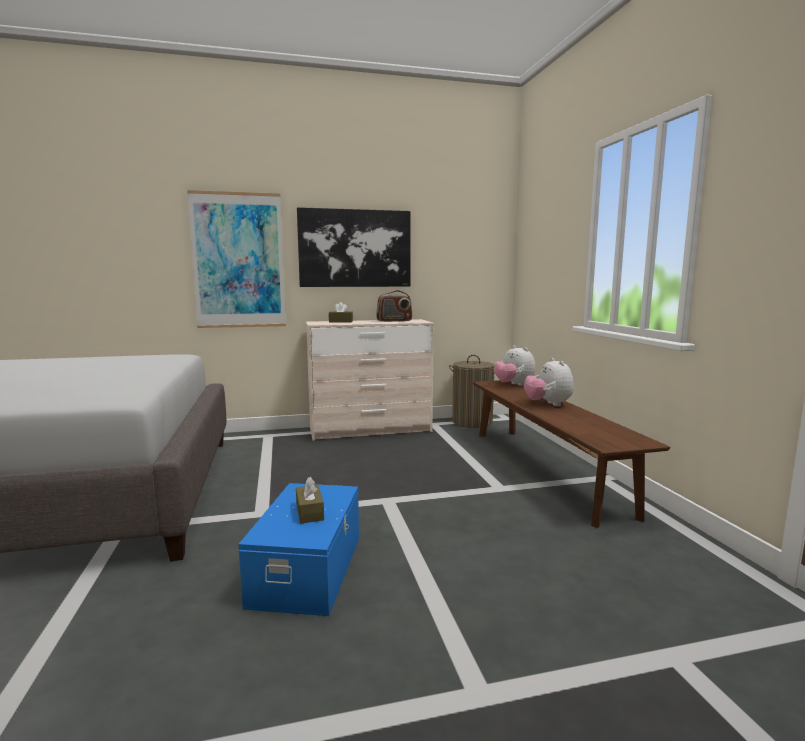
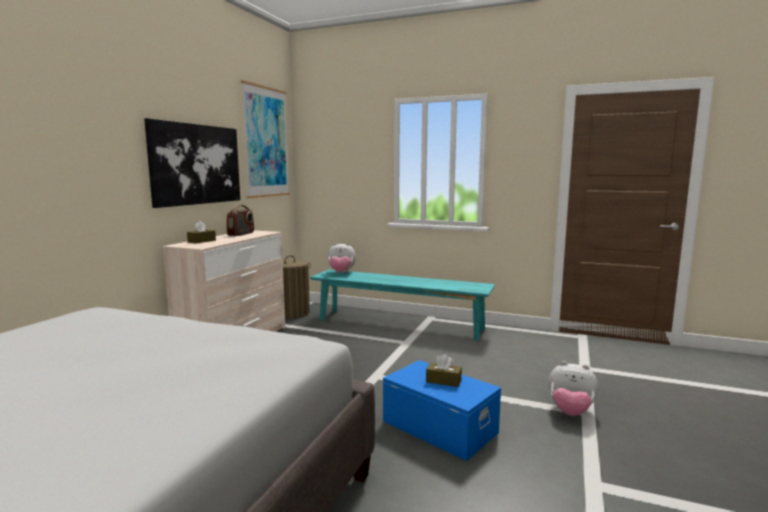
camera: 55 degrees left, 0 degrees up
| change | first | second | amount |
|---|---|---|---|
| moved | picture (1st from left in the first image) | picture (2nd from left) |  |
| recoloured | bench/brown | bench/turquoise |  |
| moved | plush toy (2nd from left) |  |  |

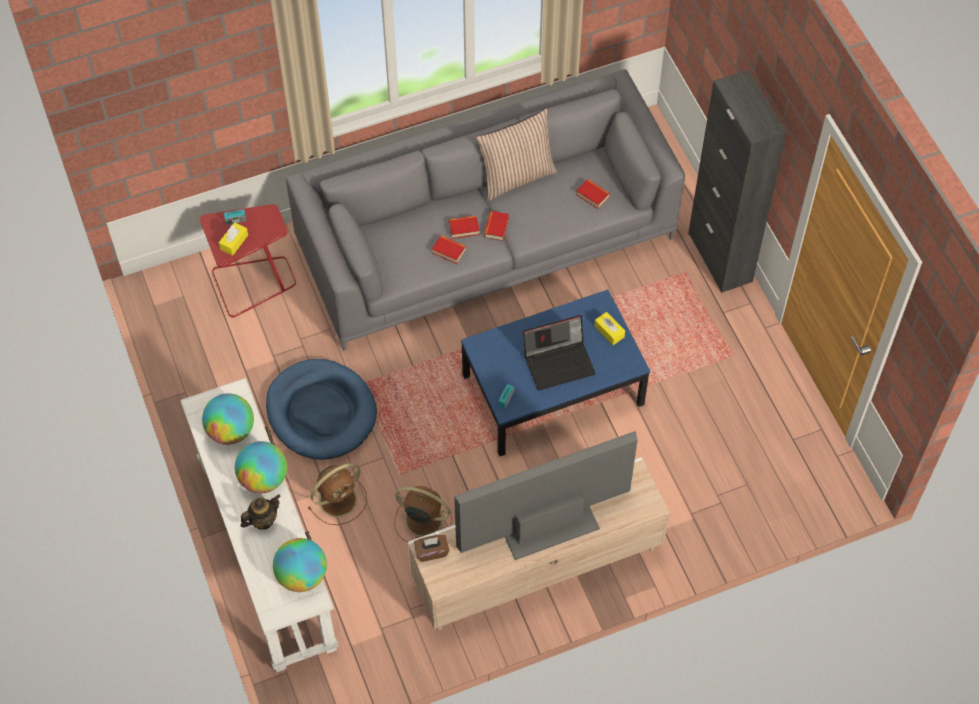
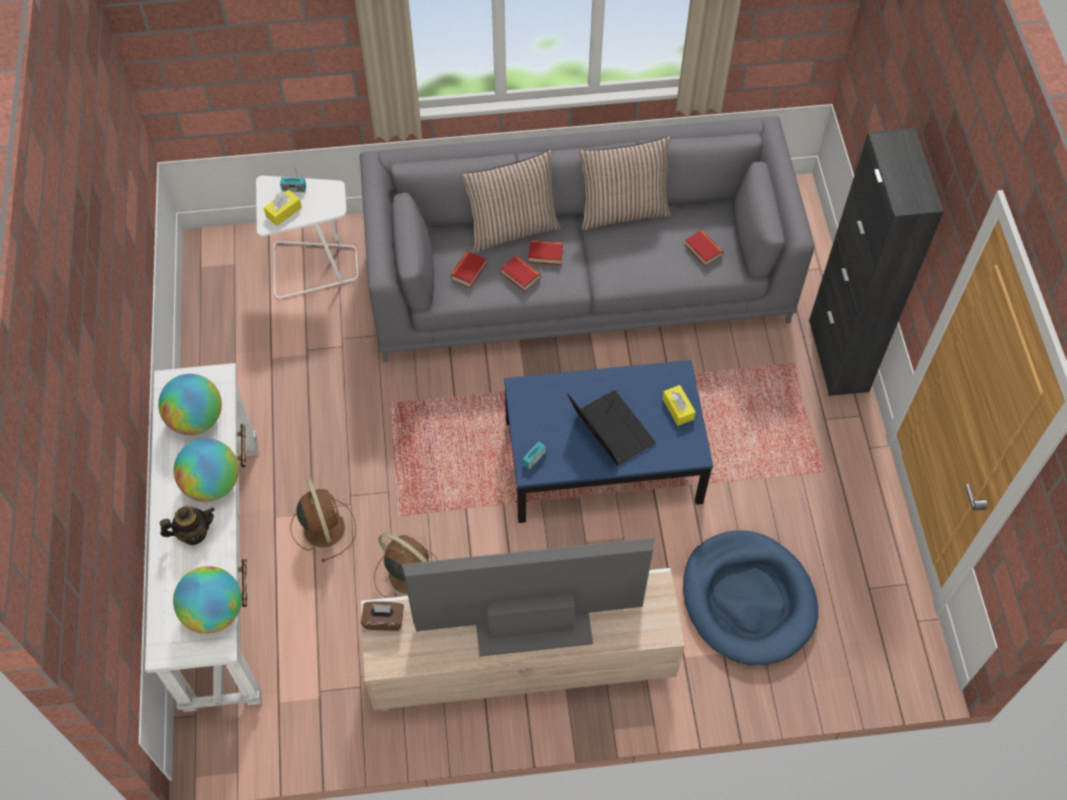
camera: 15 degrees right, 0 degrees up
| change | first | second | amount |
|---|---|---|---|
| recoloured | side table/red | side table/white |  |
| moved | dog bed/blue |  |  |
| turned | fan/brown (1st from left) |  | 90 degrees counterclockwise |
| moved | book (3rd from left in the first image) | book (1st from left) |  |
| turned | laptop |  | 120 degrees counterclockwise |
| added |  | pillow (1st from left) |  |

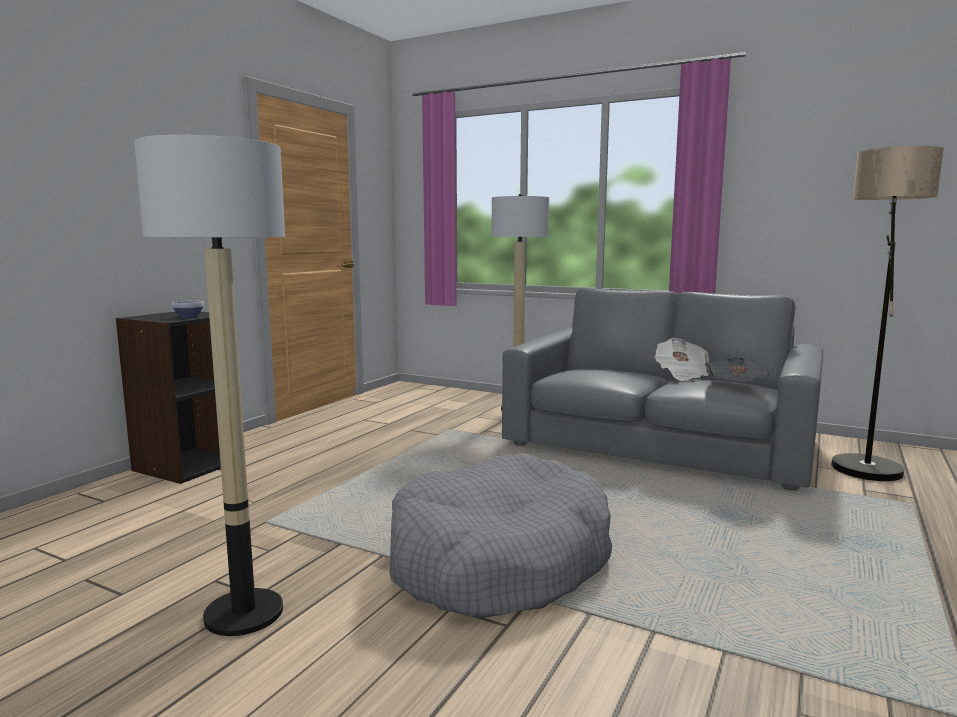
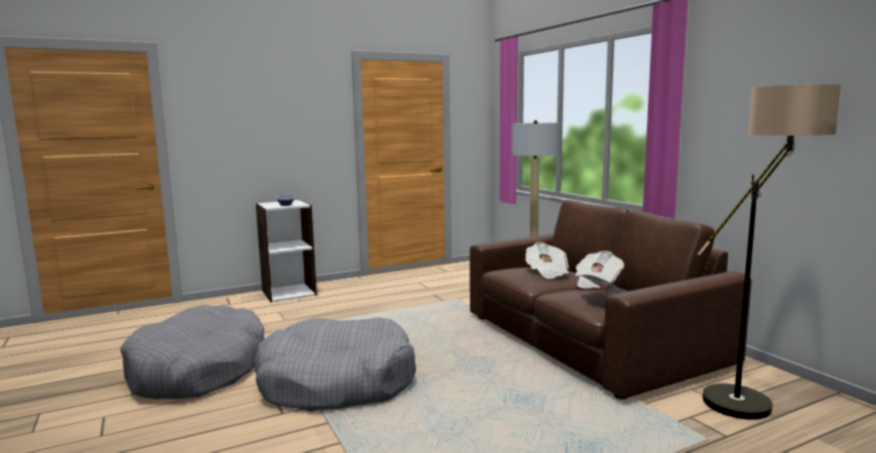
camera: 35 degrees right, 0 degrees up
| change | first | second | amount |
|---|---|---|---|
| recoloured | bookcase/black | bookcase/white |  |
| replaced | floor lamp (1st from left) | dog bed/grey (1st from left) |  |
| recoloured | sofa/grey | sofa/brown |  |
| added |  | newspaper (1st from left) |  |

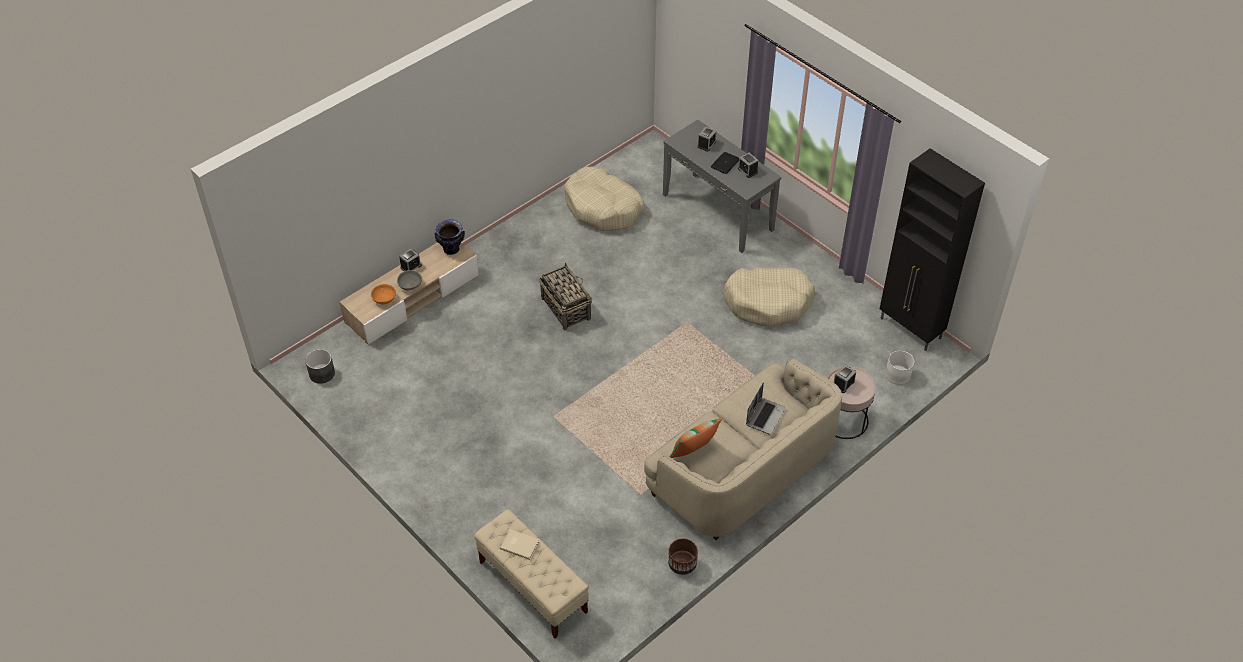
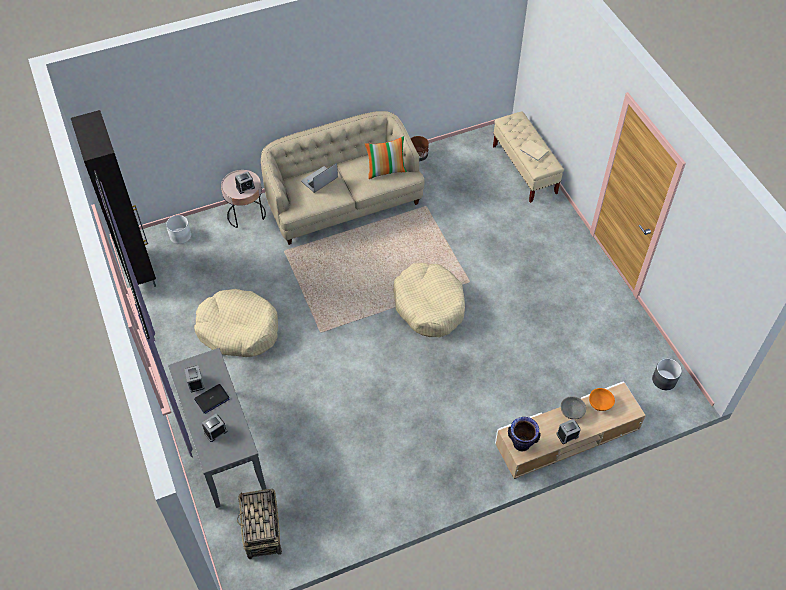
camera: 160 degrees left, 5 degrees up
| change | first | second | amount |
|---|---|---|---|
| moved | basket |  |  |
| moved | dog bed/beige (1st from left in the first image) | dog bed/beige (2nd from left) |  |

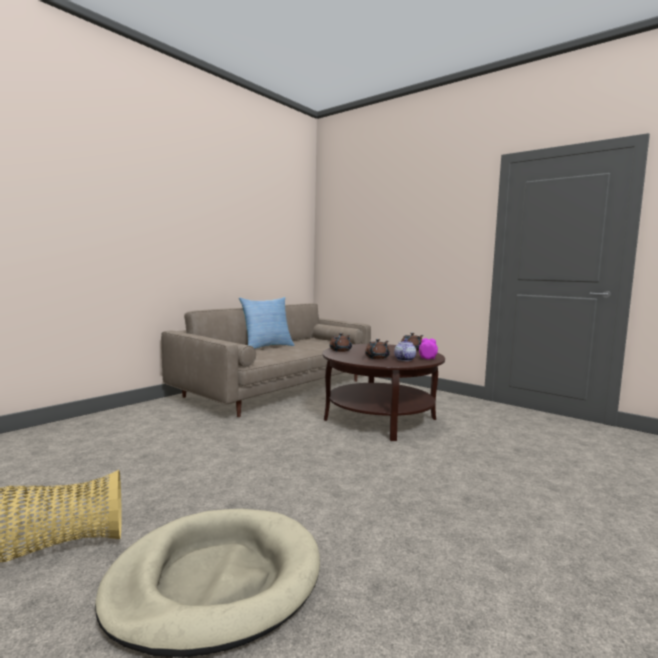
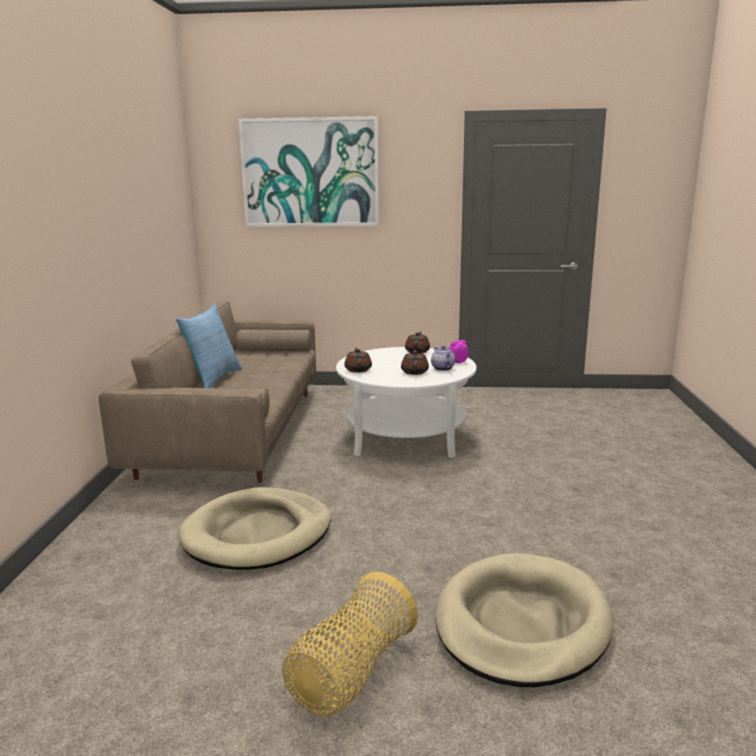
camera: 35 degrees left, 10 degrees up
| change | first | second | amount |
|---|---|---|---|
| recoloured | coffee table/brown | coffee table/white |  |
| added |  | dog bed/beige (1st from left) |  |
| added |  | picture |  |

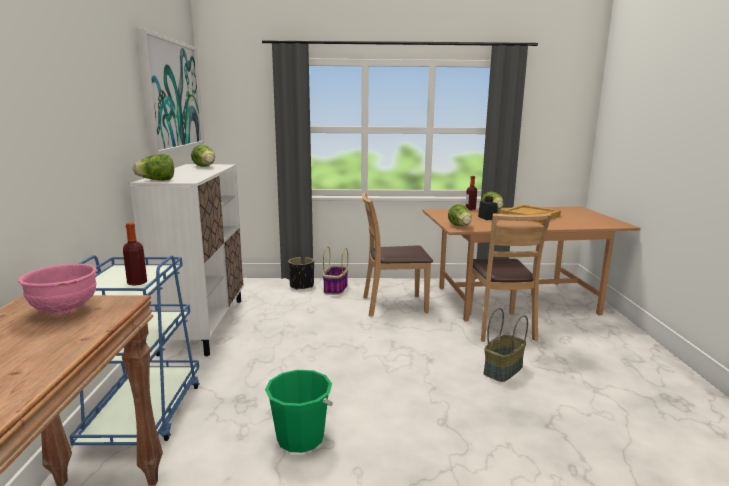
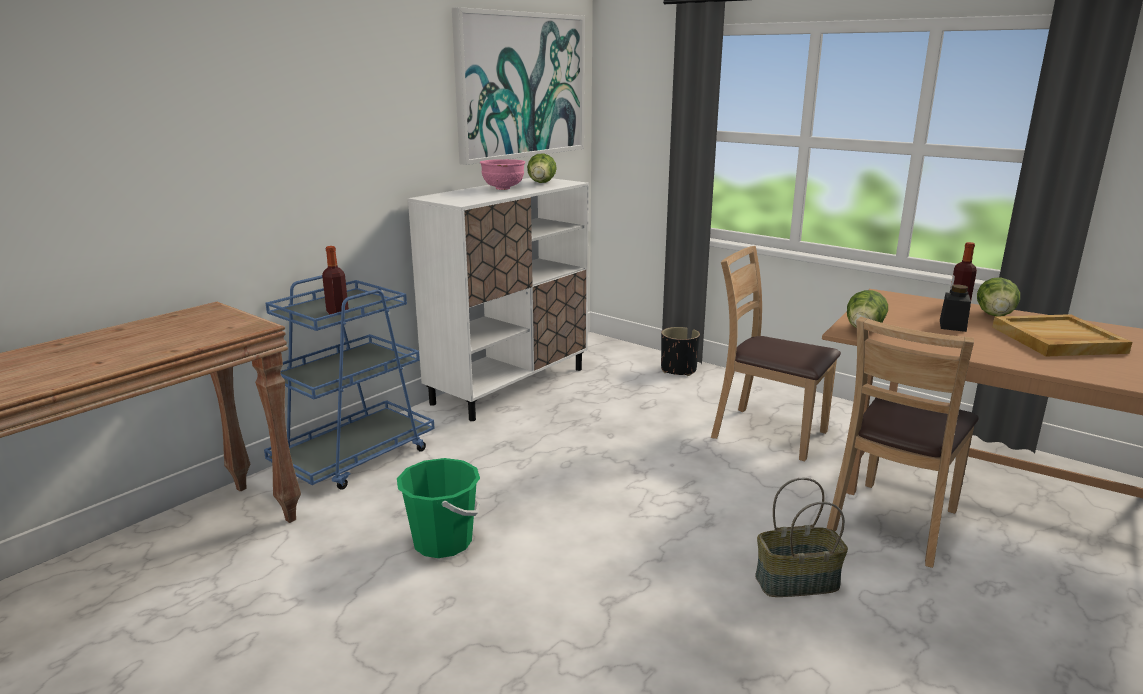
camera: 40 degrees right, 5 degrees up
| change | first | second | amount |
|---|---|---|---|
| moved | bowl/pink |  |  |
| removed | lettuce (1st from left) |  |  |
| removed | basket (1st from left) |  |  |

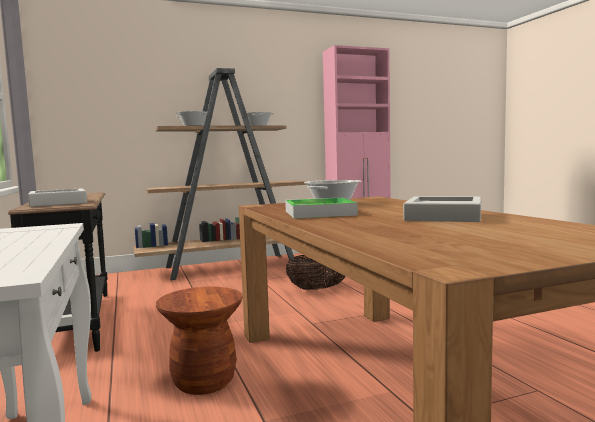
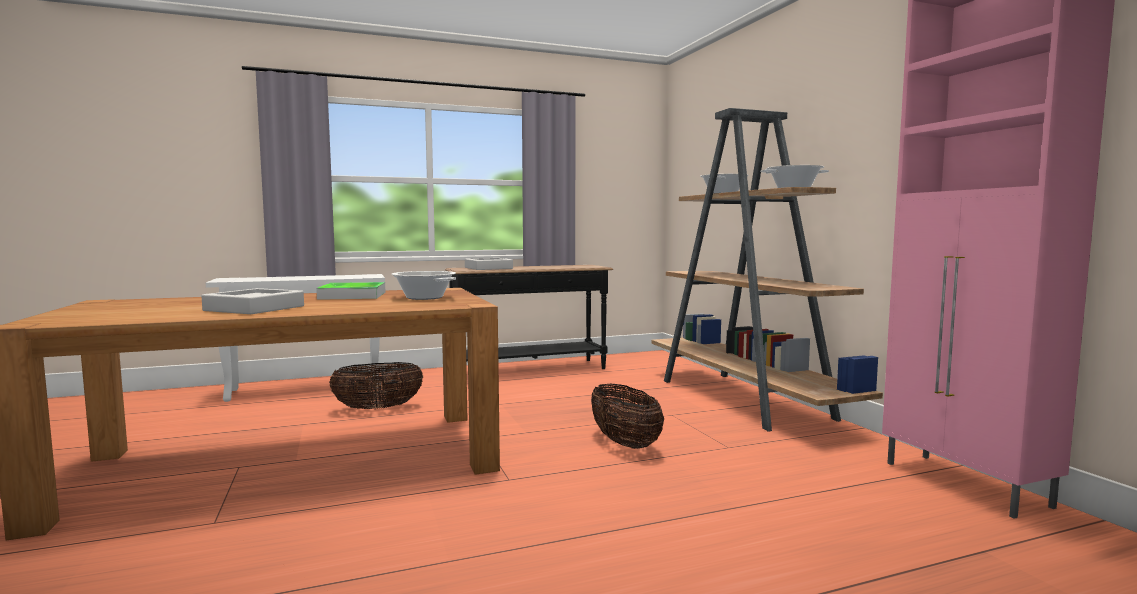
camera: 90 degrees right, 0 degrees up
| change | first | second | amount |
|---|---|---|---|
| replaced | stool/brown | basket (1st from left) |  |

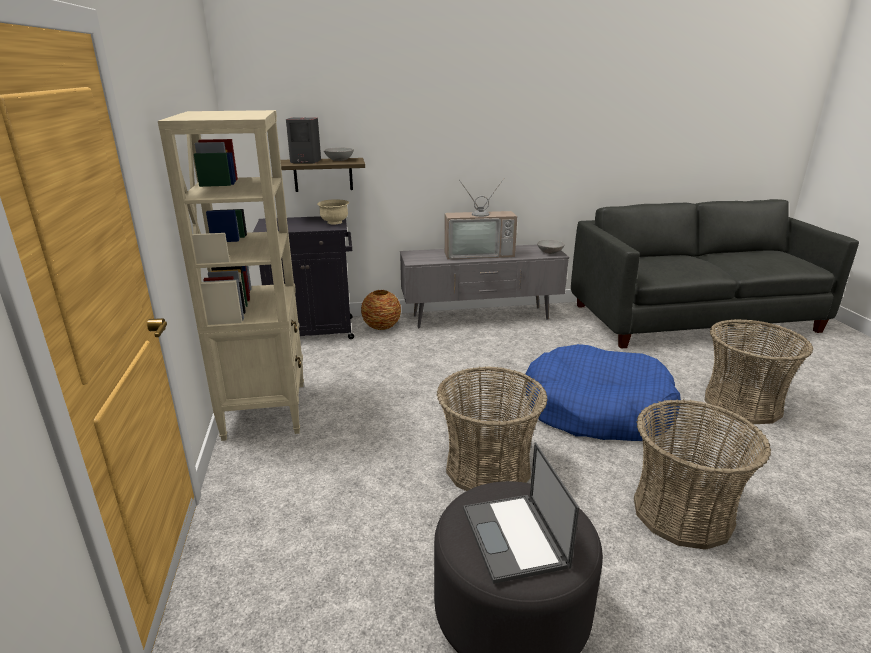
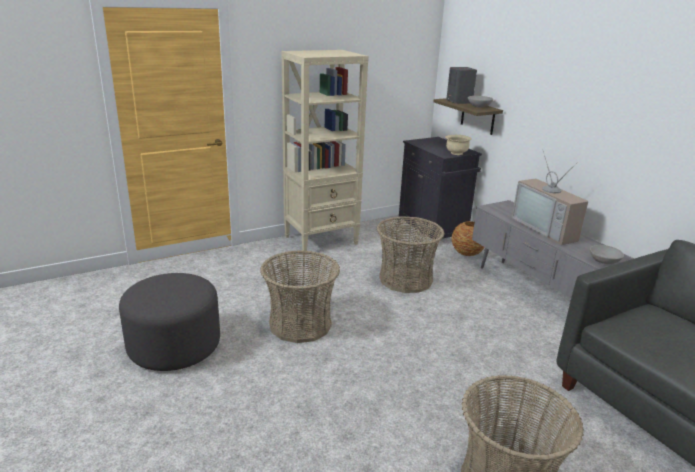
camera: 70 degrees right, 0 degrees up
| change | first | second | amount |
|---|---|---|---|
| removed | laptop |  |  |
| removed | dog bed/blue |  |  |
| moved | basket (2nd from left) |  |  |

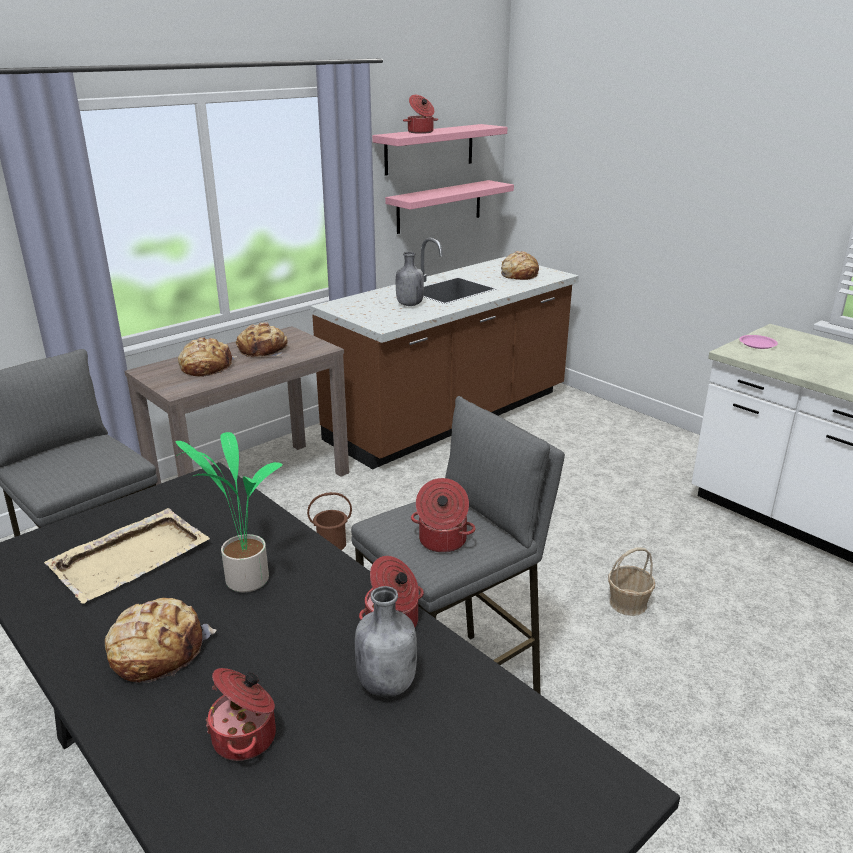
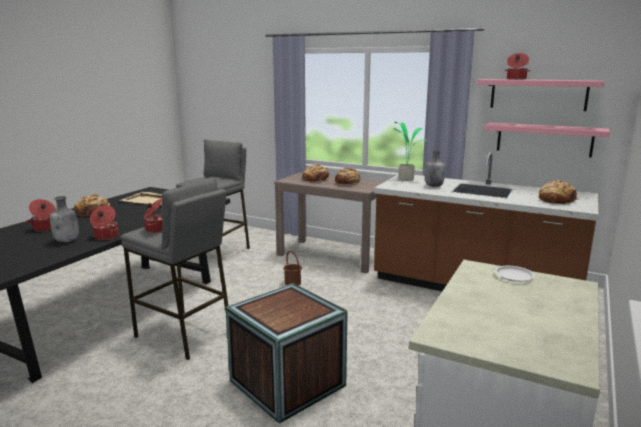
camera: 70 degrees right, 10 degrees down
| change | first | second | amount |
|---|---|---|---|
| moved | potted plant |  |  |
| replaced | basket | crate |  |
| recoloured | plate/pink | plate/white |  |

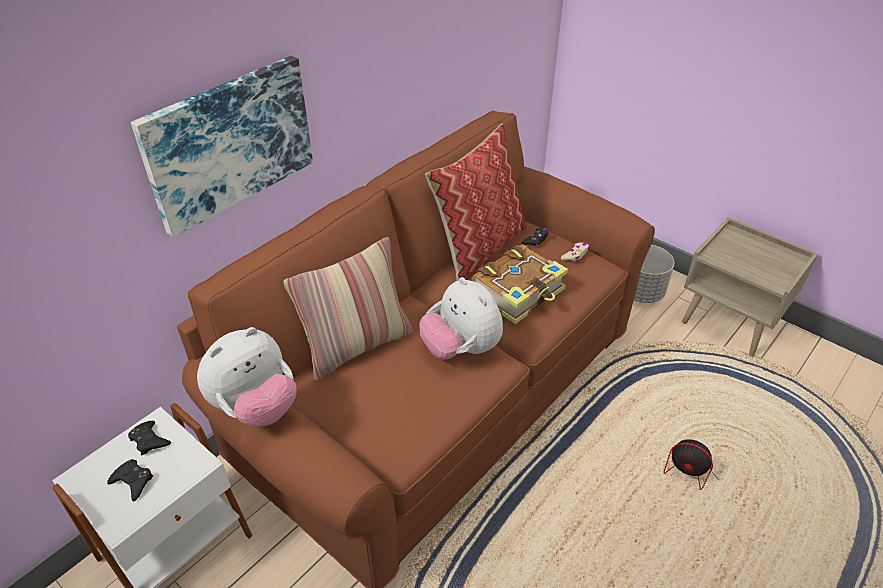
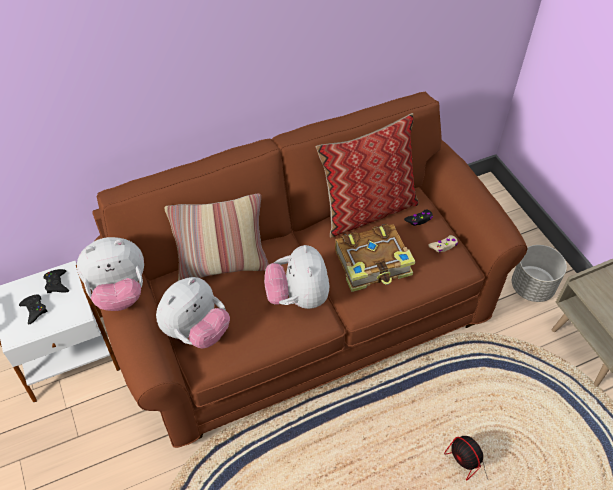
camera: 25 degrees right, 10 degrees up
| change | first | second | amount |
|---|---|---|---|
| removed | picture |  |  |
| added |  | plush toy (2nd from left) |  |

